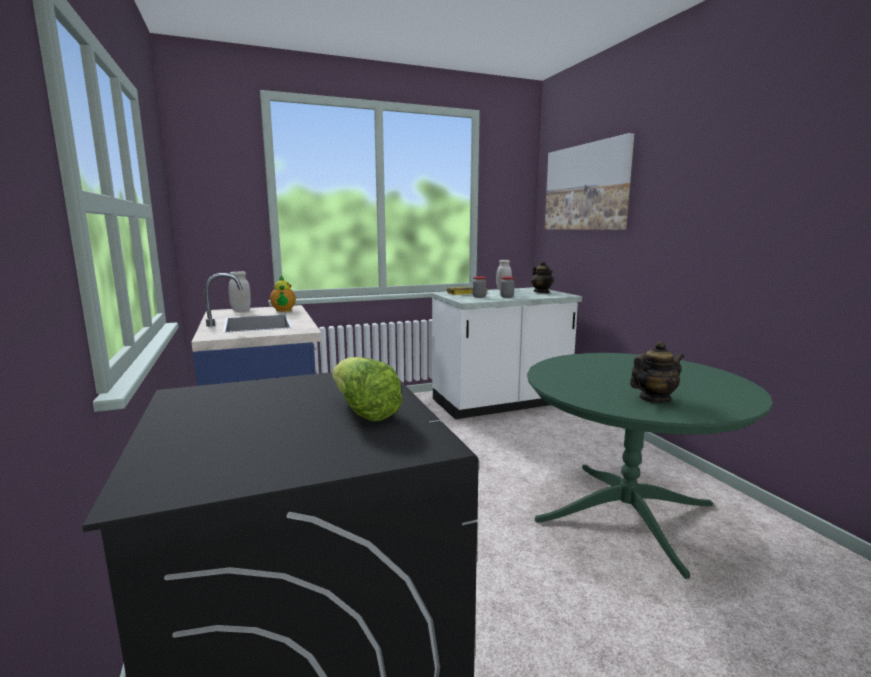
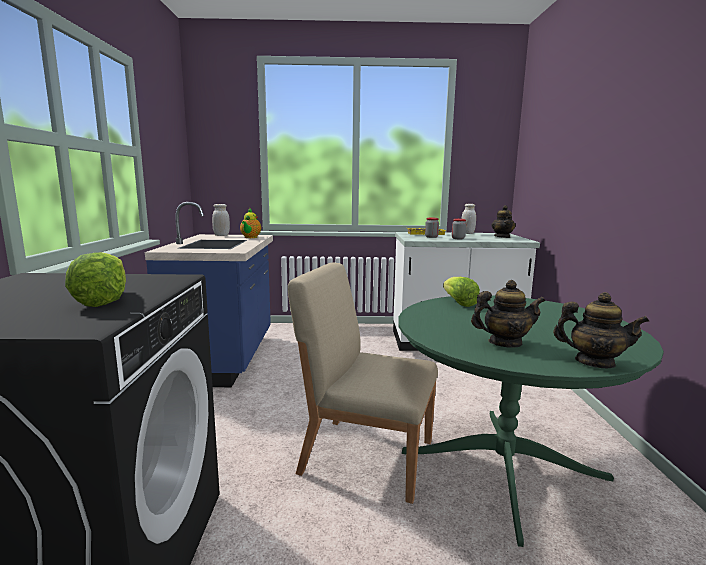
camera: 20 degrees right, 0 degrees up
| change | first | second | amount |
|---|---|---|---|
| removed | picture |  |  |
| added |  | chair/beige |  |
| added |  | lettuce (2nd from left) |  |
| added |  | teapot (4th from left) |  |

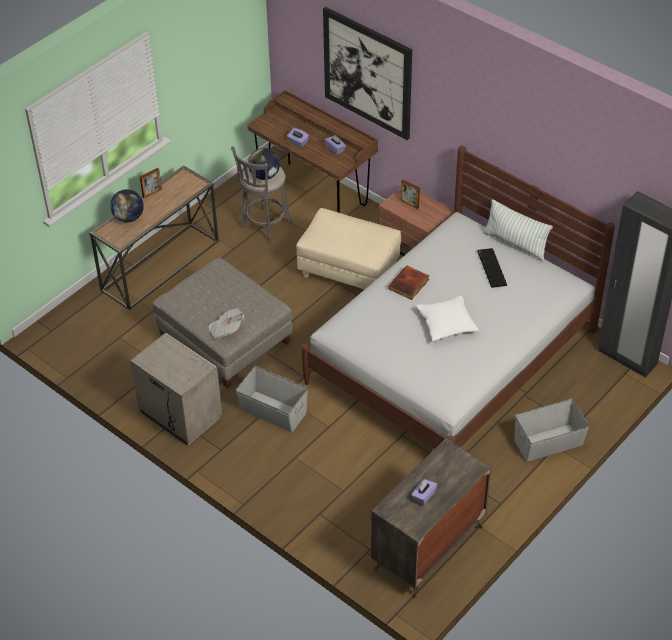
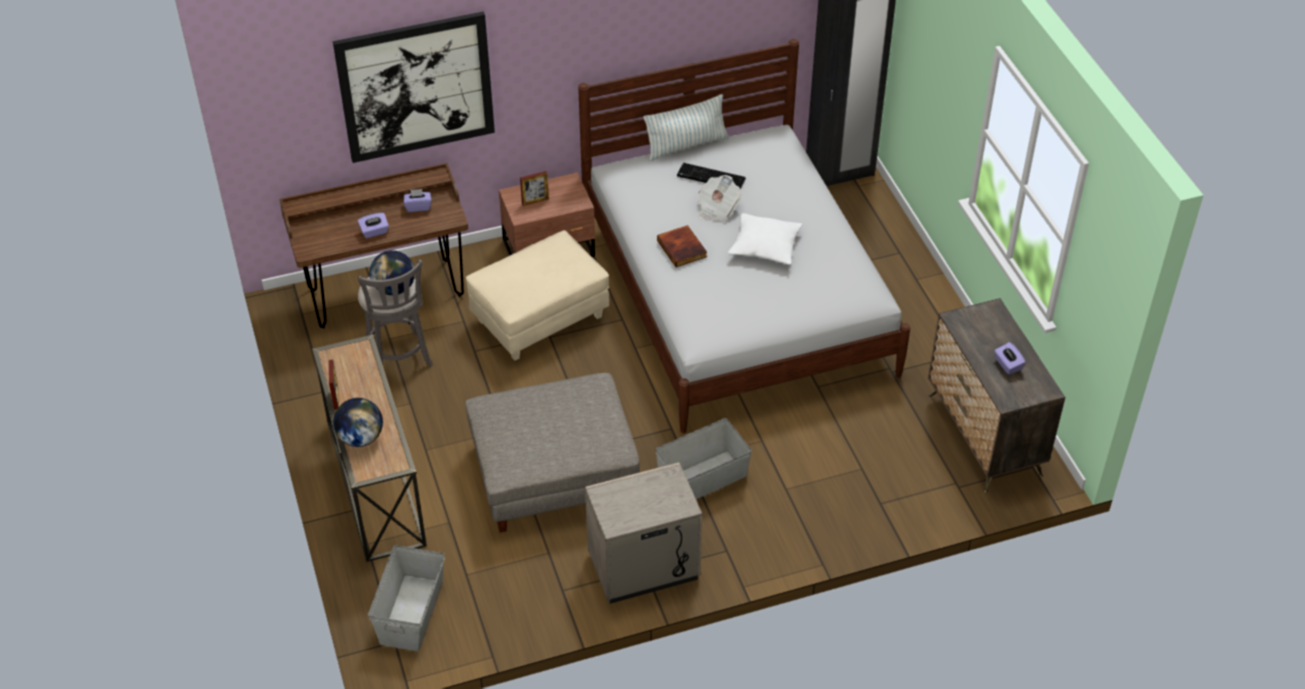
camera: 60 degrees left, 0 degrees up
| change | first | second | amount |
|---|---|---|---|
| moved | newspaper |  |  |
| moved | storage box/grey (2nd from left in the first image) | storage box/grey (1st from left) |  |

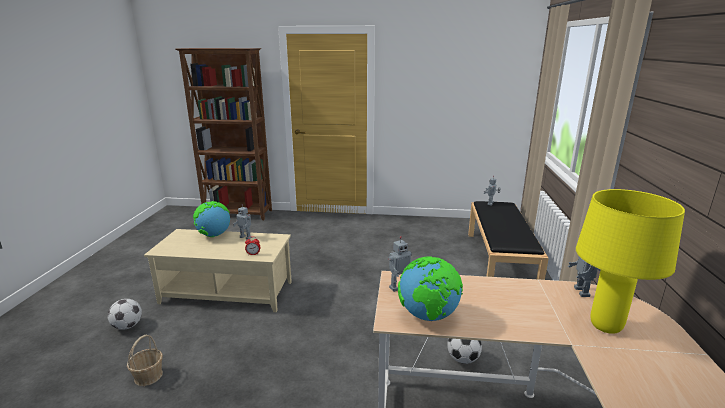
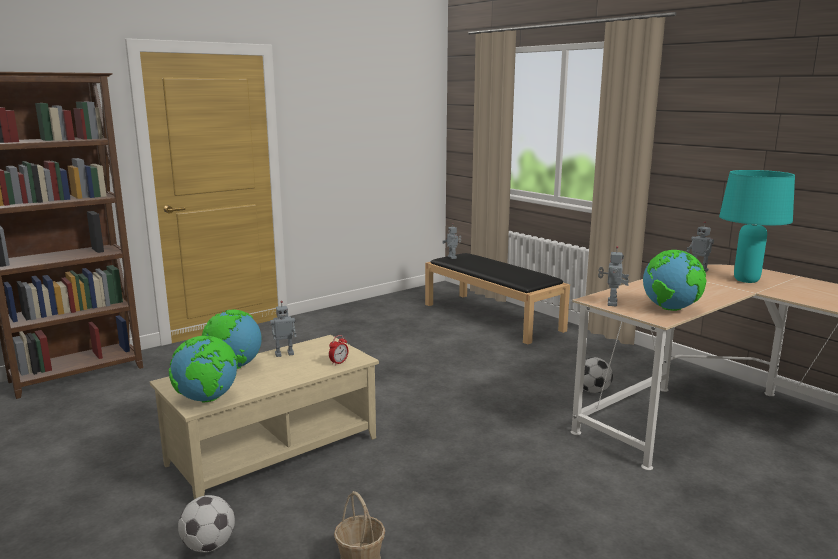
camera: 45 degrees left, 5 degrees down
| change | first | second | amount |
|---|---|---|---|
| recoloured | table lamp/yellow | table lamp/turquoise |  |
| added |  | globe (1st from left) |  |

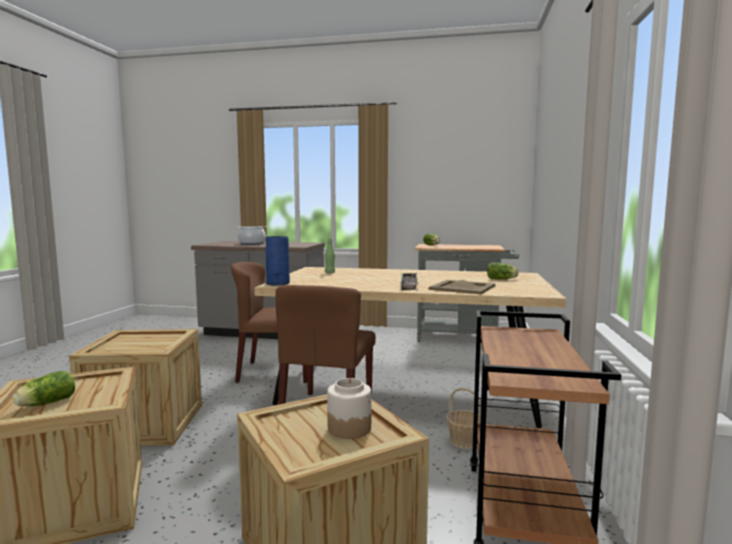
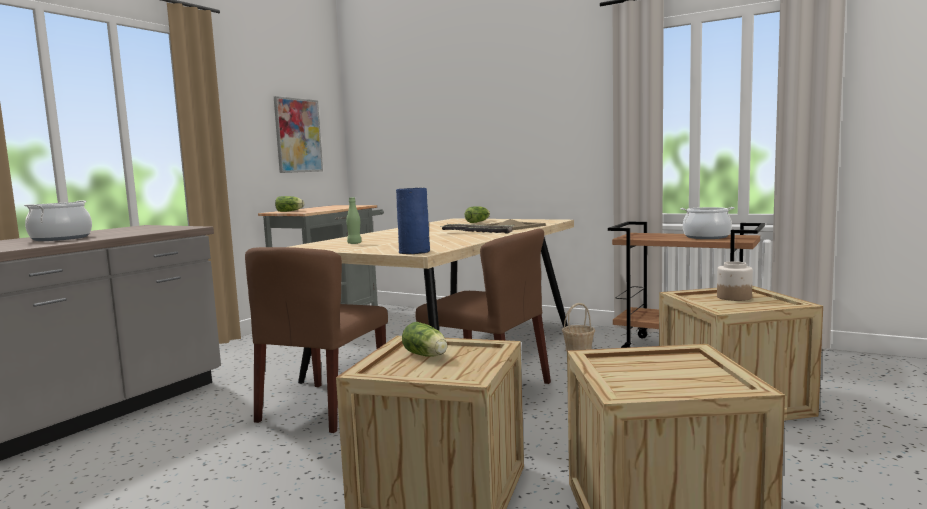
camera: 70 degrees left, 0 degrees up
| change | first | second | amount |
|---|---|---|---|
| moved | lettuce (1st from left in the first image) | lettuce (2nd from left) |  |
| added |  | picture |  |
| added |  | cooking pot (2nd from left) |  |

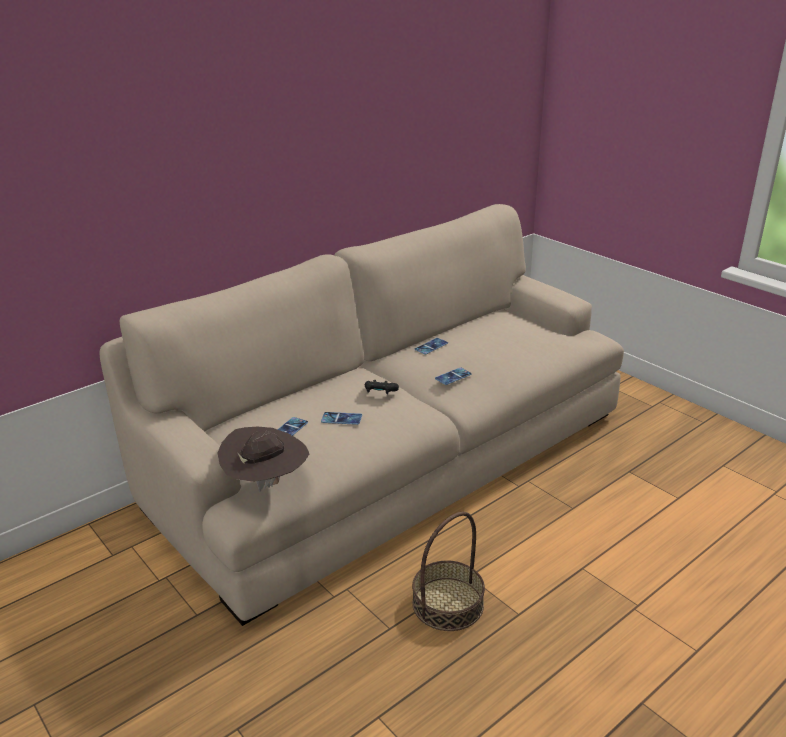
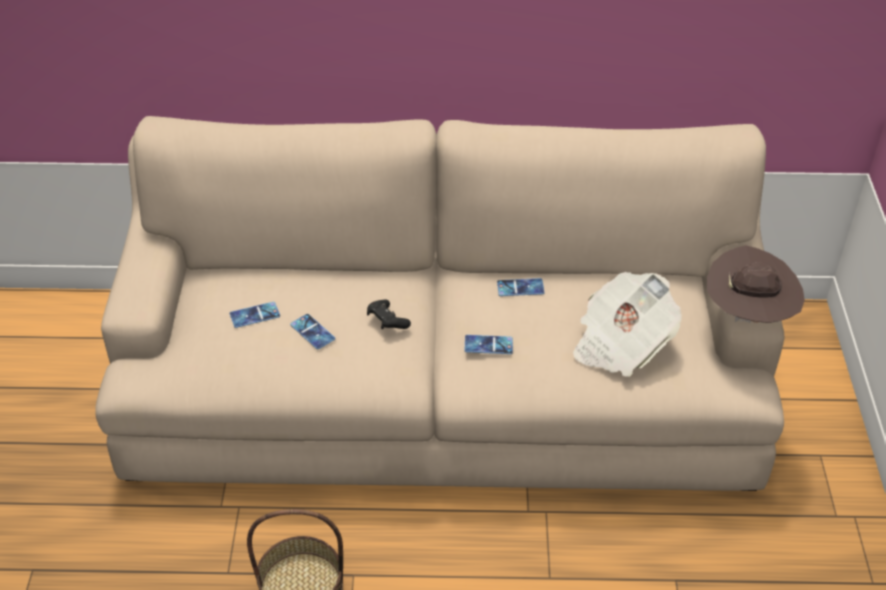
camera: 40 degrees right, 15 degrees up
| change | first | second | amount |
|---|---|---|---|
| moved | hat/brown |  |  |
| added |  | newspaper |  |

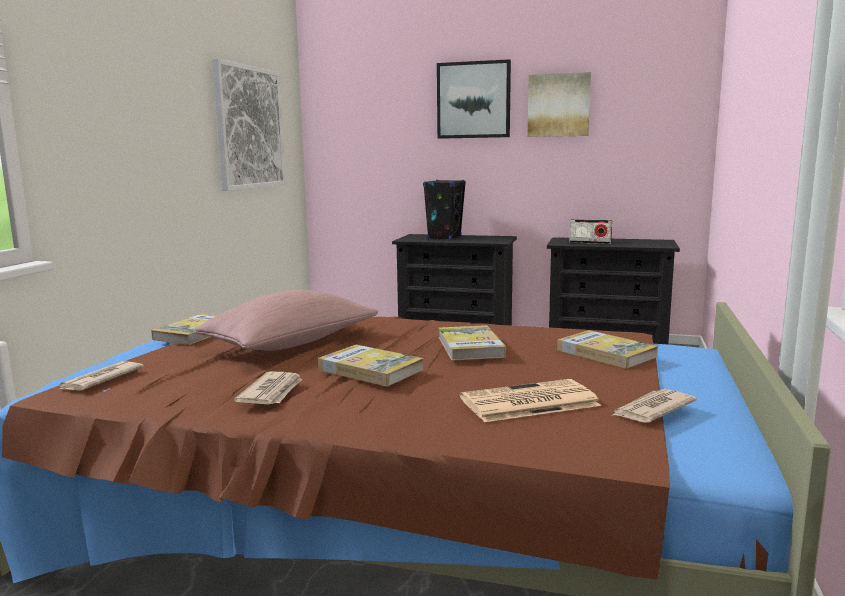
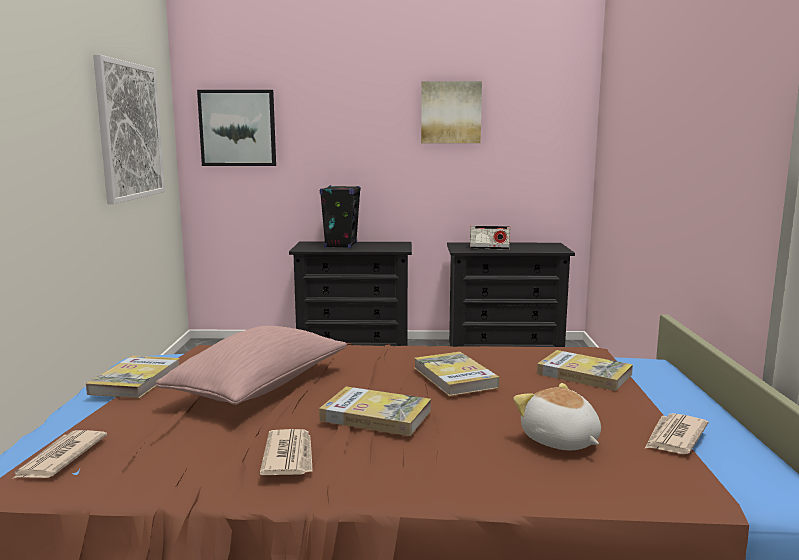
camera: 15 degrees left, 0 degrees up
| change | first | second | amount |
|---|---|---|---|
| moved | picture (2nd from left) |  |  |
| replaced | newspaper (3rd from left) | plush toy |  |

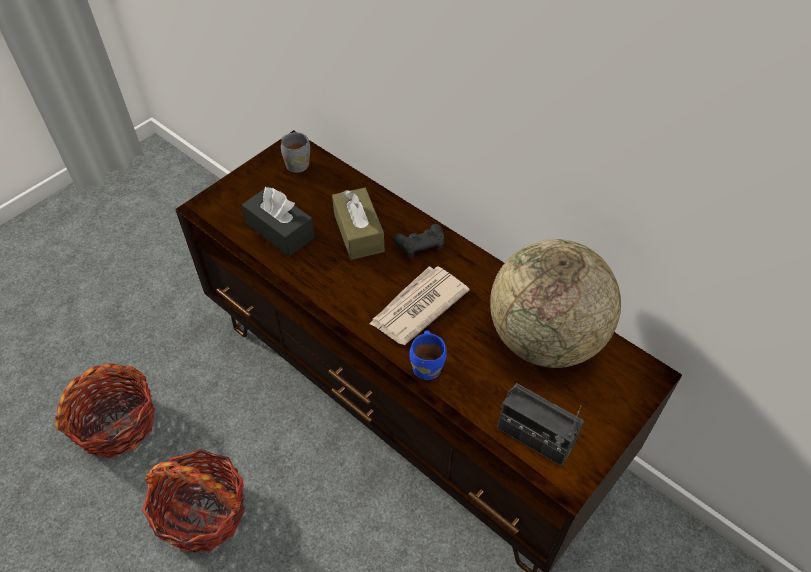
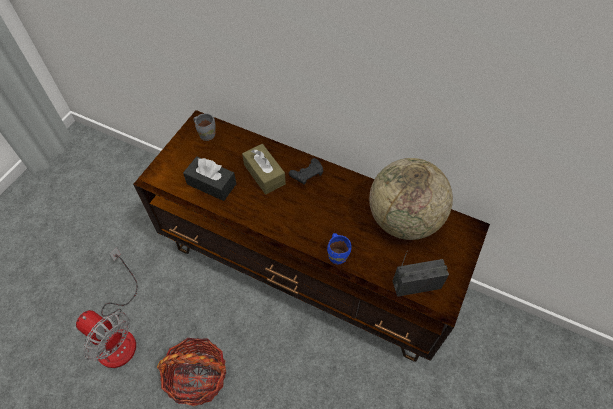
camera: 15 degrees left, 5 degrees up
| change | first | second | amount |
|---|---|---|---|
| replaced | basket (1st from left) | fan |  |
| removed | newspaper |  |  |
| turned | radio |  | 150 degrees clockwise |

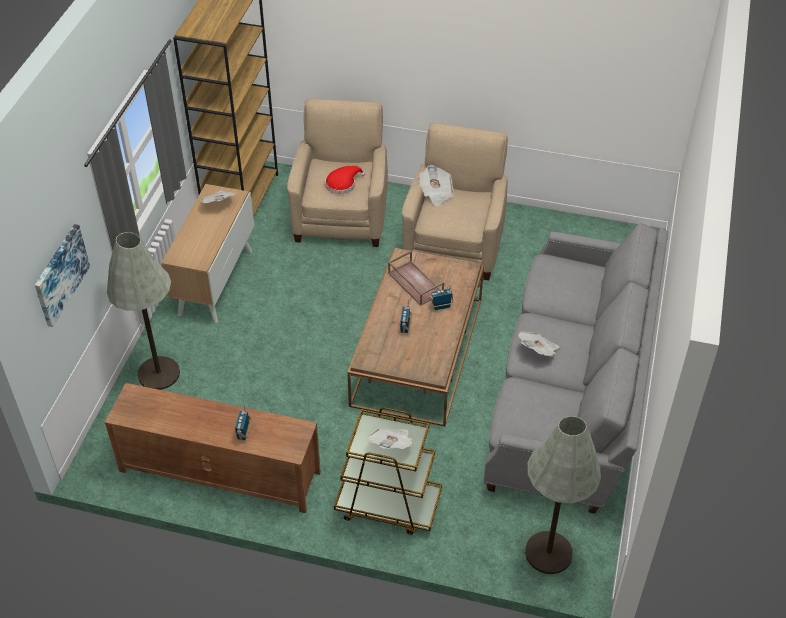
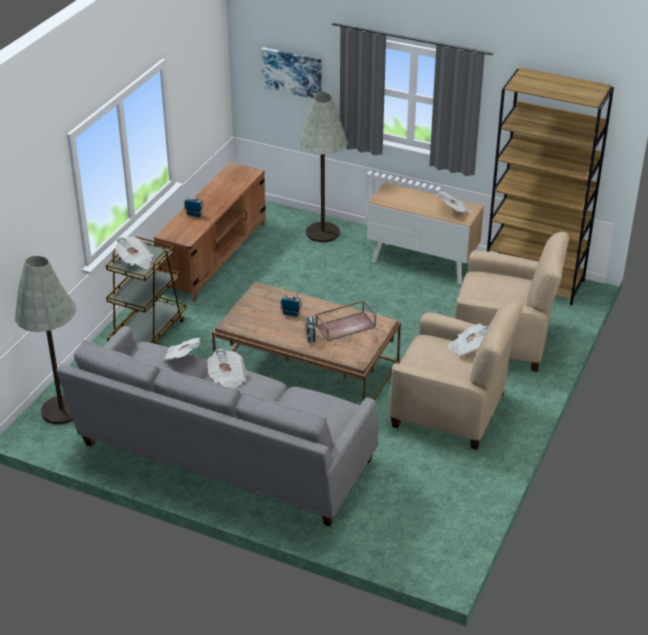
camera: 100 degrees right, 10 degrees down
| change | first | second | amount |
|---|---|---|---|
| removed | hat/red |  |  |
| added |  | newspaper (2nd from left) |  |

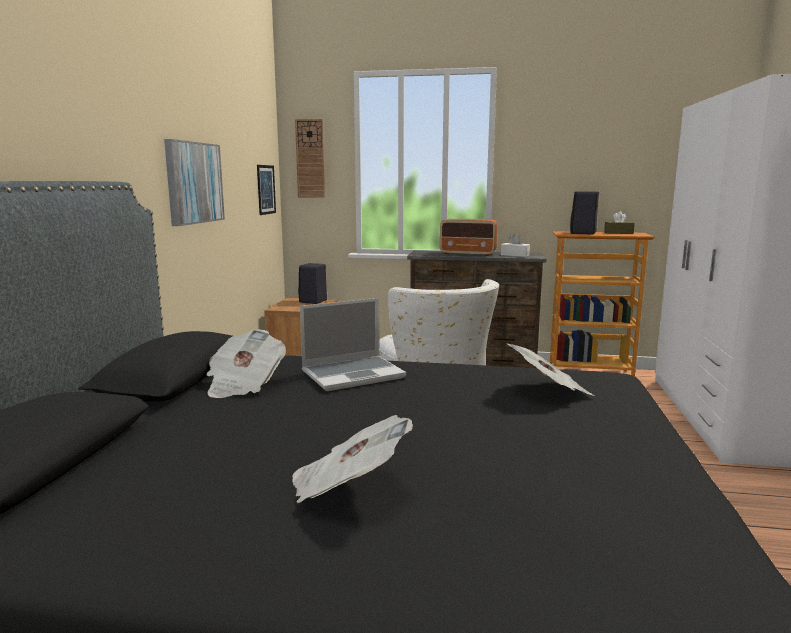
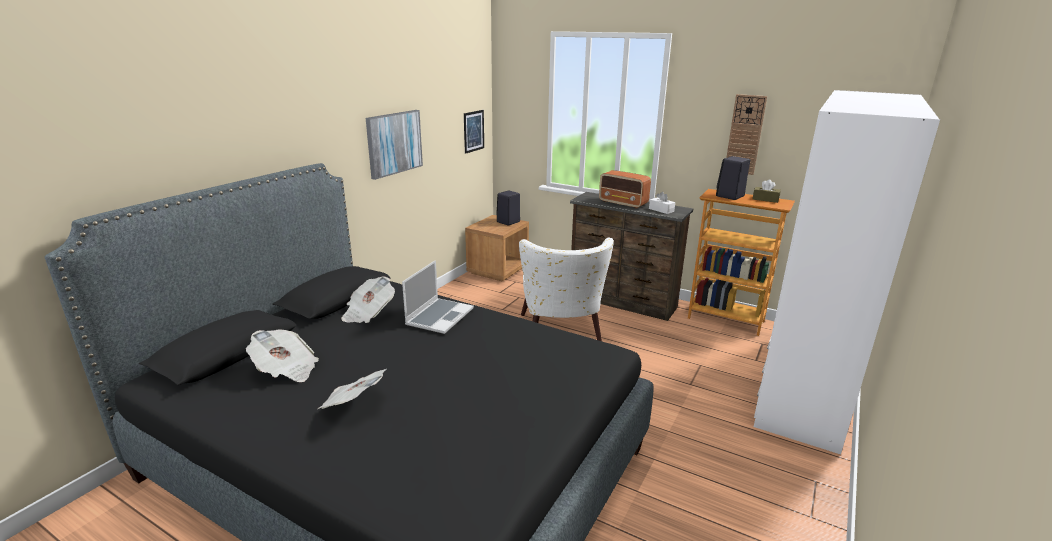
camera: 20 degrees right, 10 degrees up
| change | first | second | amount |
|---|---|---|---|
| moved | wall clock |  |  |
| turned | laptop |  | 60 degrees counterclockwise |
| moved | newspaper (3rd from left in the first image) | newspaper (1st from left) |  |

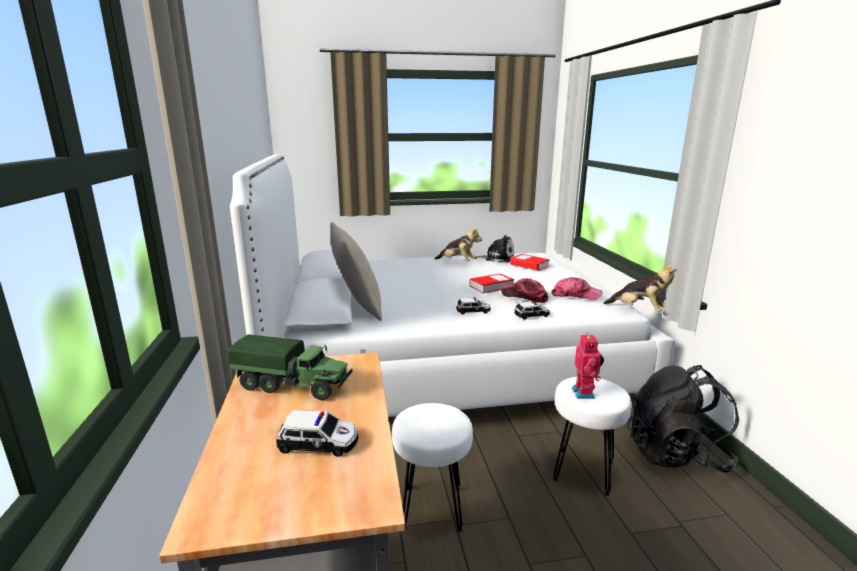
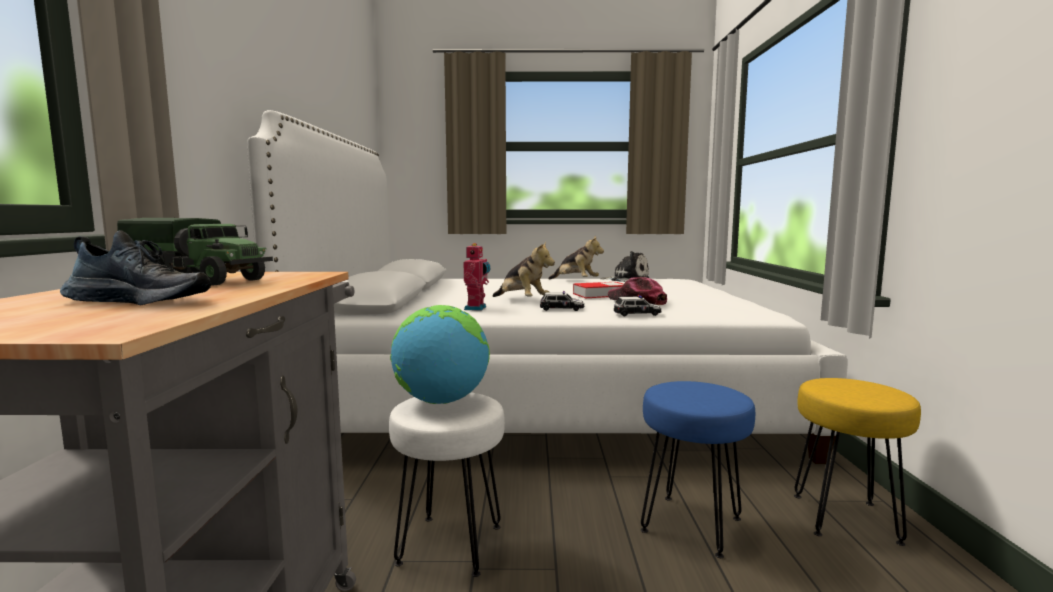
camera: 10 degrees right, 10 degrees down
| change | first | second | amount |
|---|---|---|---|
| replaced | toy car (1st from left) | shoe |  |
| removed | pillow/beige |  |  |
| removed | book (2nd from left) |  |  |
| removed | cap (2nd from left) |  |  |
| recoloured | stool/white (2nd from left) | stool/blue |  |
| moved | toy robot |  |  |
| moved | plush toy (3rd from left in the first image) | plush toy (1st from left) |  |
| replaced | backpack/black | stool/yellow |  |
| added |  | globe |  |

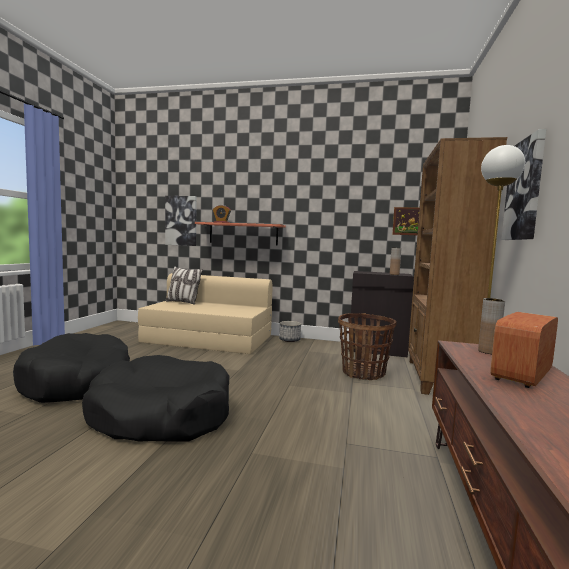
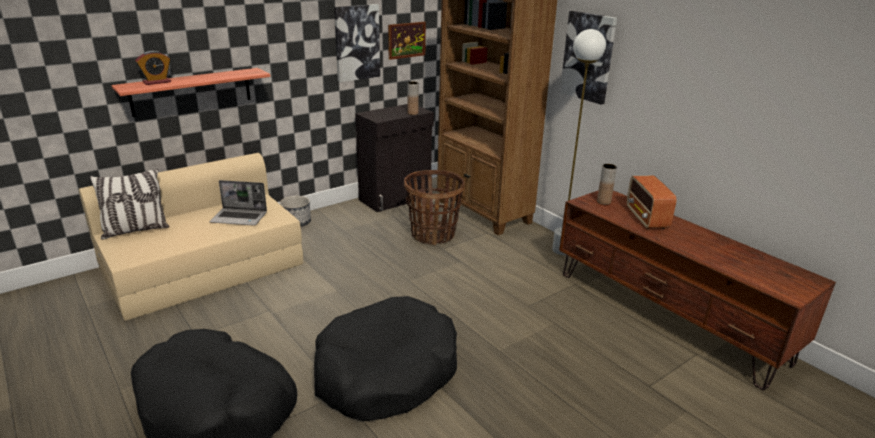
camera: 50 degrees left, 20 degrees up
| change | first | second | amount |
|---|---|---|---|
| moved | picture (1st from left) |  |  |
| added |  | laptop |  |

